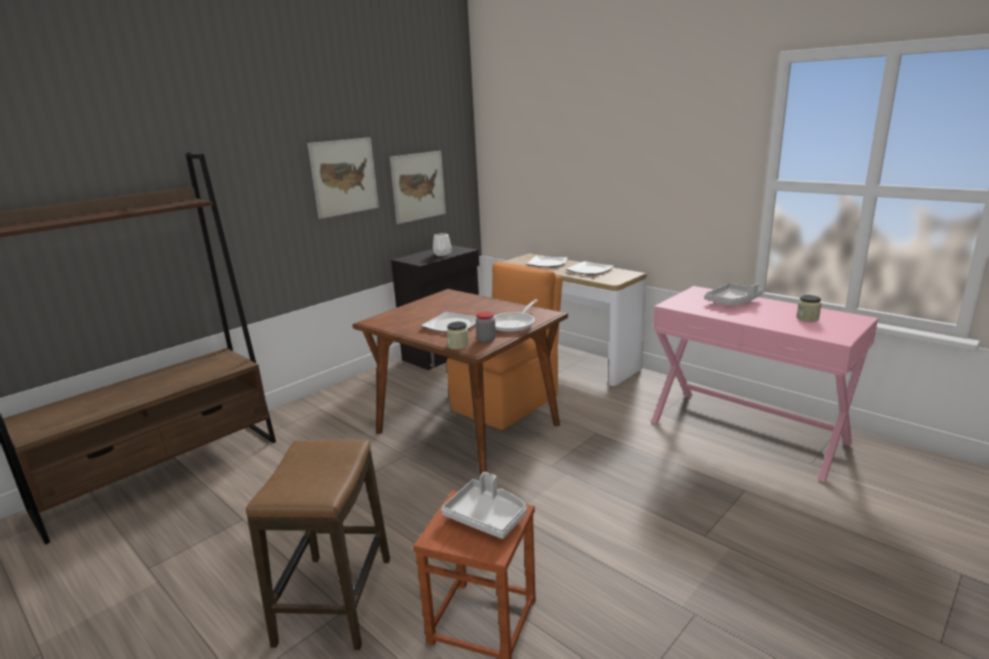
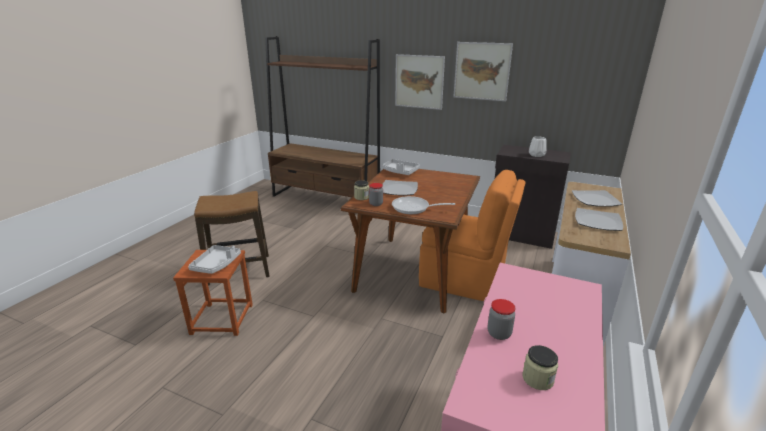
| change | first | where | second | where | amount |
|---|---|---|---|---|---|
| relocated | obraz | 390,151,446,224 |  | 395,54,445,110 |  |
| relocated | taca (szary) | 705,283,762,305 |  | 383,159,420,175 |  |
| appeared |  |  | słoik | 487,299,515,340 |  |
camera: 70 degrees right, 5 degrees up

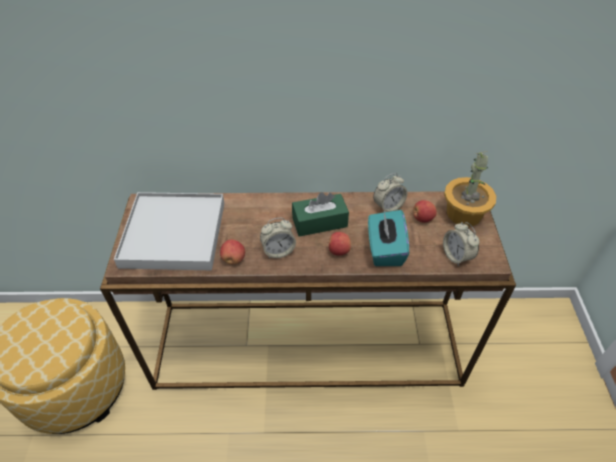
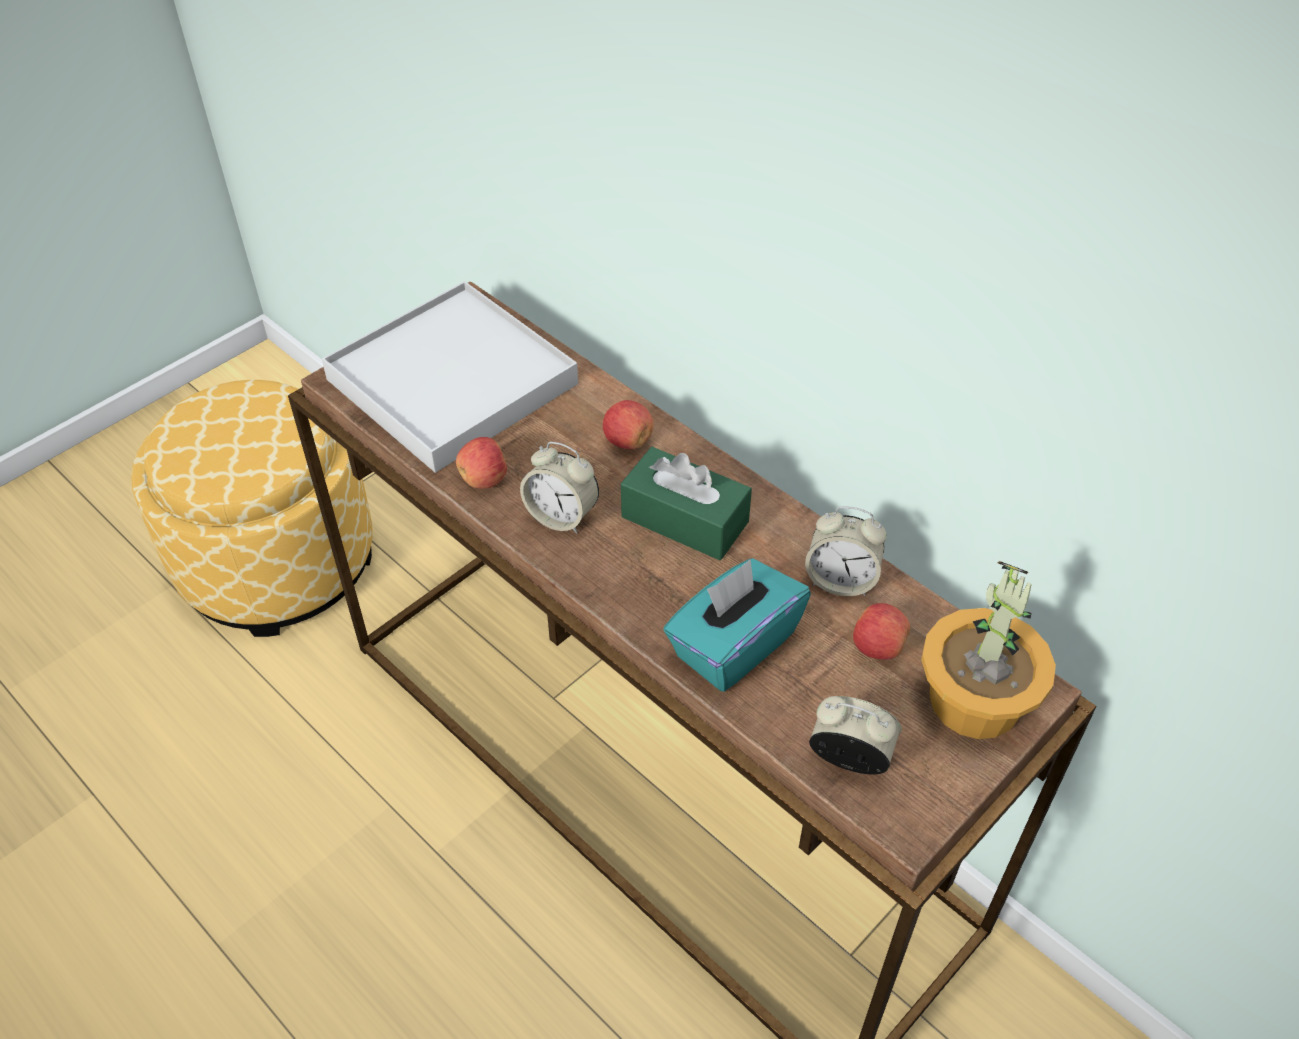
| change | first | where | second | where | amount |
|---|---|---|---|---|---|
| relocated | jabłko | 328,232,351,256 |  | 603,400,653,449 |  |
| spun | budzik | 443,222,479,267 |  | 809,696,901,774 | 90 degrees clockwise |
camera: 45 degrees right, 0 degrees up

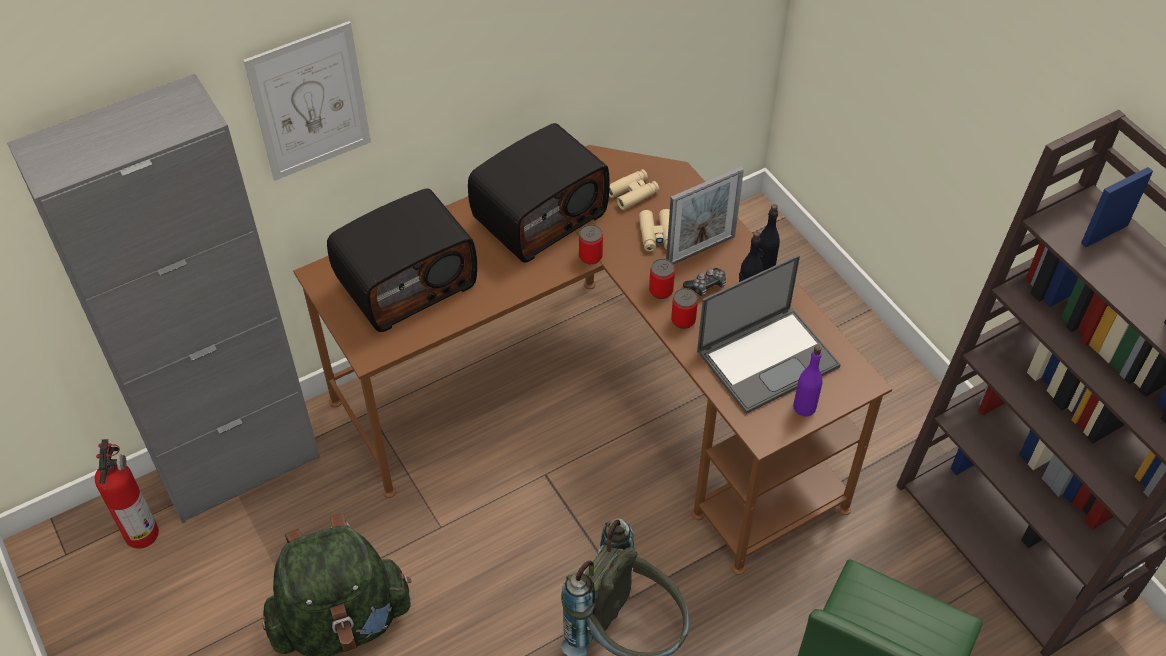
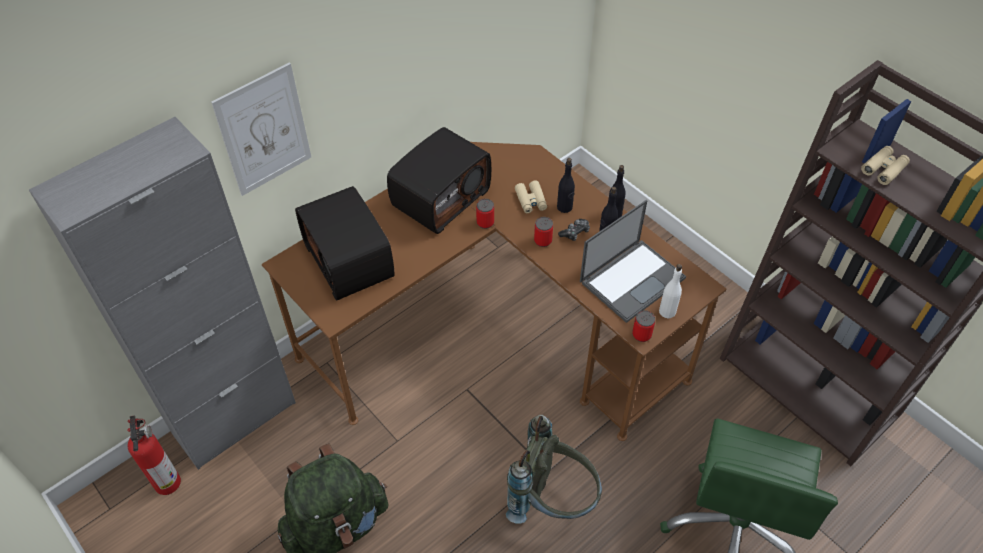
| change | first | where | second | where | amount |
|---|---|---|---|---|---|
| spun | radio | 327,189,477,332 |  | 295,186,395,300 | 105 degrees clockwise |
| relocated | lornetka (beżowy) | 609,169,659,210 |  | 861,146,910,185 |  |
| exchanged | ramka na zdjęcie | 666,167,744,264 | butelka (czarny) | 557,158,575,213 |  |
| relocated | puszka | 671,288,698,329 |  | 632,310,655,342 |  |
| colour | butelka (fioletowy) | 793,345,823,416 | butelka (biały) | 659,264,682,318 |  |
camera: 10 degrees left, 0 degrees up

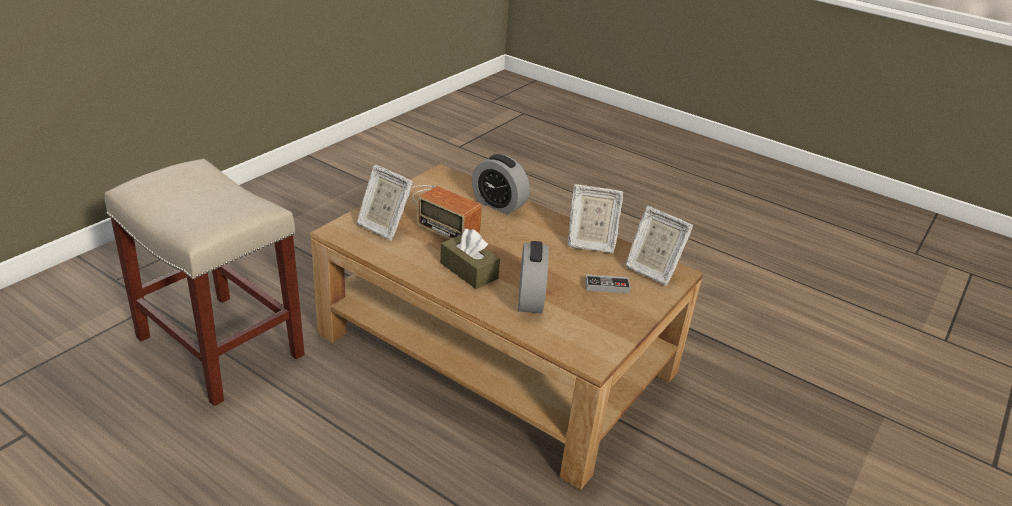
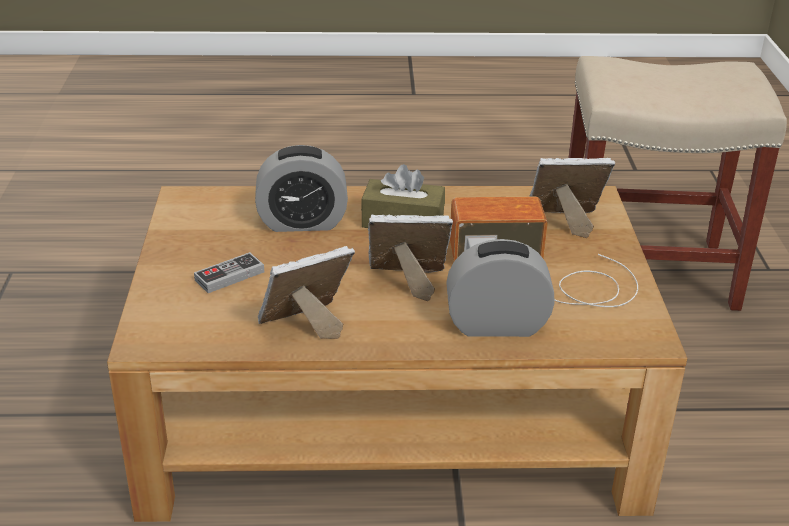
| change | first | where | second | where | amount |
|---|---|---|---|---|---|
| spun | budzik | 518,241,549,313 |  | 255,145,348,232 | 60 degrees counterclockwise |
| relocated | ramka na zdjęcie | 625,206,693,286 |  | 368,214,453,301 |  |
camera: 145 degrees right, 0 degrees up

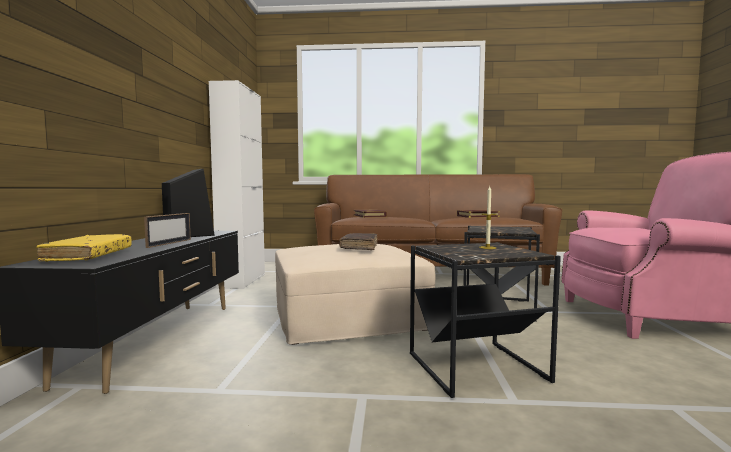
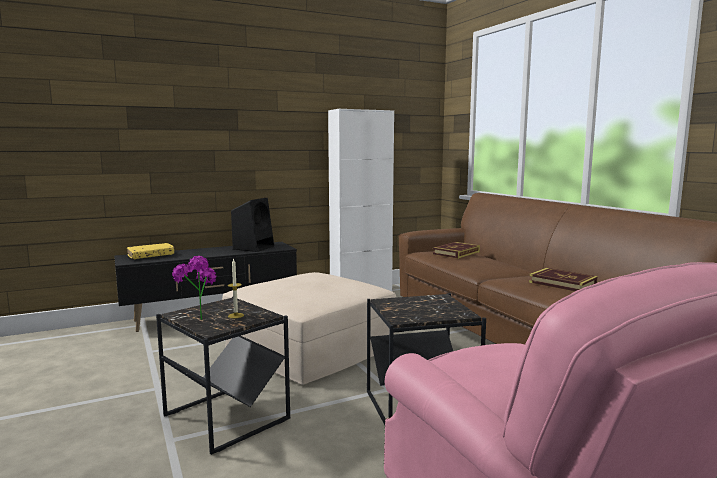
| change | first | where | second | where | amount |
|---|---|---|---|---|---|
| missing | ramka na zdjęcie | 144,213,191,248 |  |  |  |
| missing | książka (brązowy) | 339,233,378,250 |  |  |  |
| appeared |  |  | roślina doniczkowa | 172,256,217,320 |  |
camera: 60 degrees right, 5 degrees up

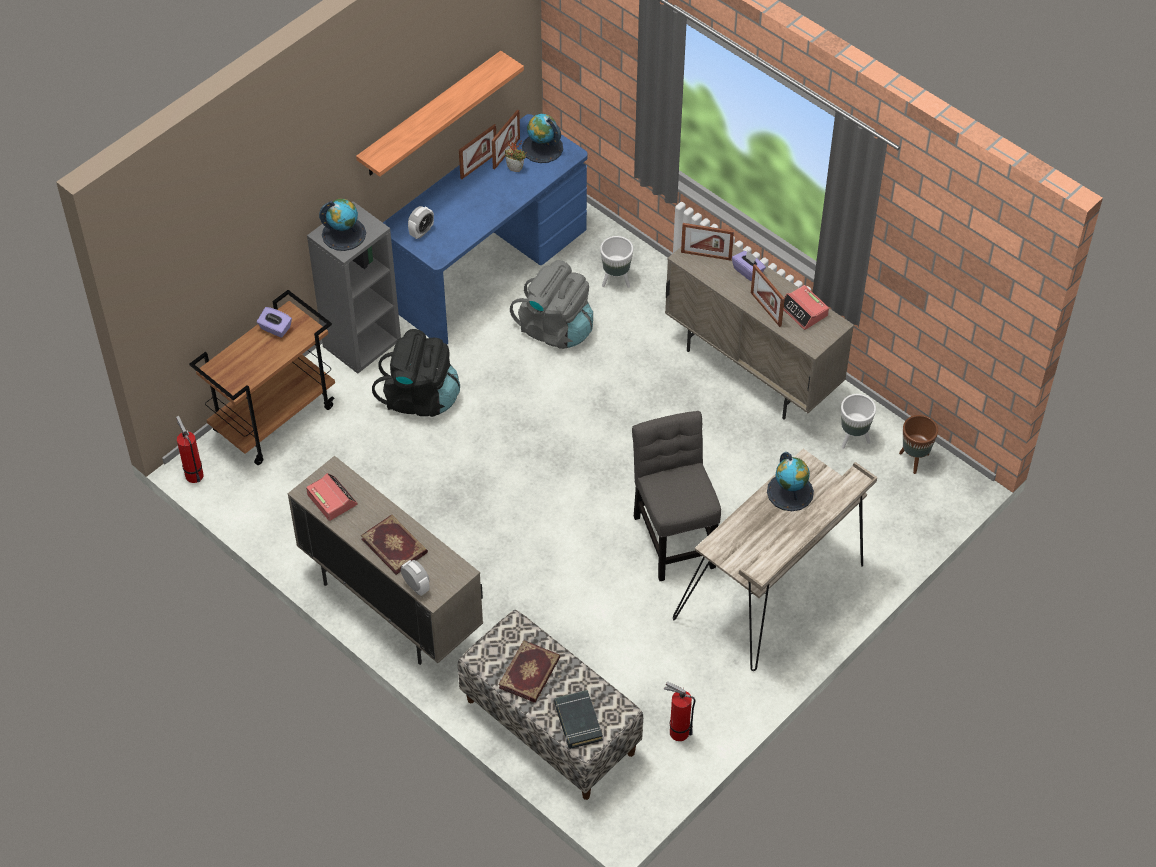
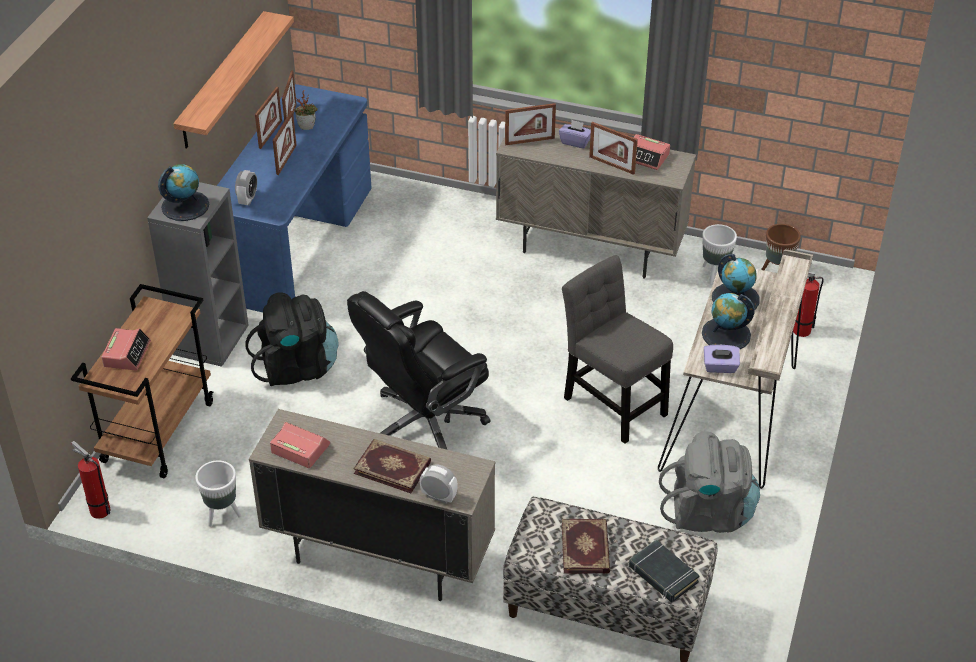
| change | first | where | second | where | amount |
|---|---|---|---|---|---|
| relocated | pudełko chusteczek (fioletowy) | 257,307,292,338 |  | 704,345,740,373 |  |
| relocated | plecak (szary) | 510,260,593,349 |  | 659,431,760,533 |  |
| relocated | globus | 522,114,563,163 |  | 702,293,755,350 |  |
| relocated | donica (biały) | 600,236,633,288 |  | 195,460,241,527 |  |
| relocated | gaśnica | 664,681,695,741 |  | 793,271,824,337 |  |
| appeared |  |  | budzik | 101,328,151,371 |  |
| appeared |  |  | ramka na zdjęcie | 273,111,296,175 |  |
| appeared |  |  | krzesło biurowe (czarny) | 347,291,491,449 |  |
camera: 25 degrees left, 10 degrees down

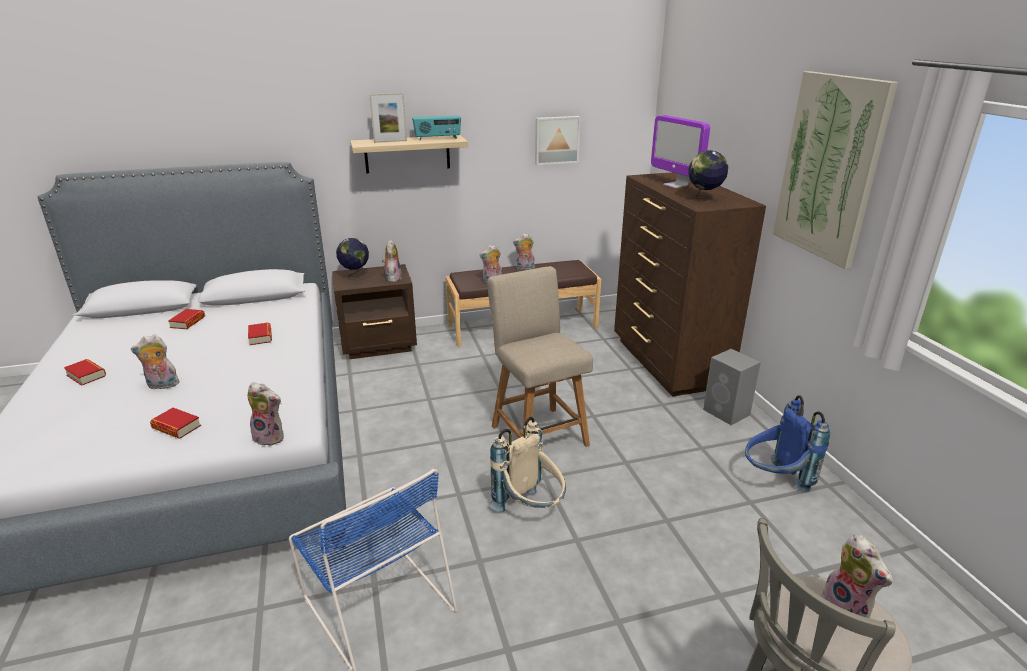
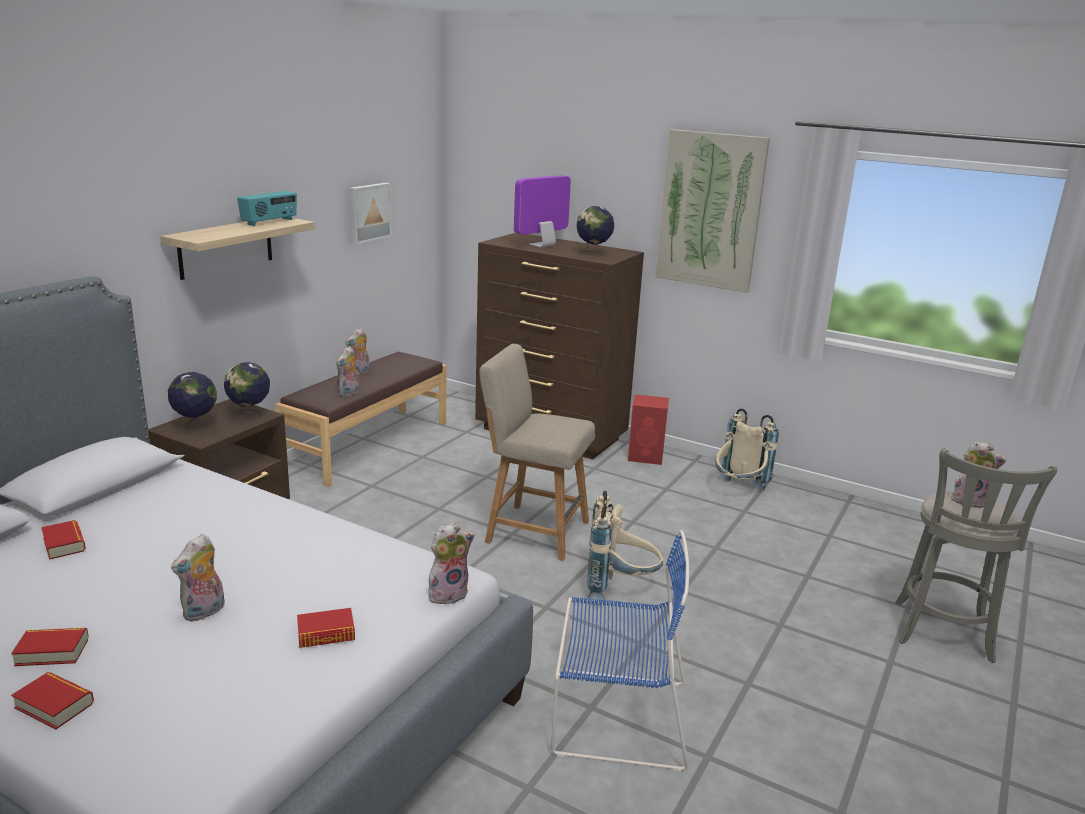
| change | first | where | second | where | amount |
|---|---|---|---|---|---|
| relocated | książka | 248,322,272,345 |  | 11,672,94,729 |  |
| missing | ramka na zdjęcie | 369,93,407,143 |  |  |  |
| exchanged | pluszak | 382,239,402,282 | globus | 224,362,270,419 |  |
| spun | monitor | 651,115,710,188 |  | 514,175,571,248 | 120 degrees clockwise |
| colour | głośnik (szary) | 703,349,761,425 | głośnik (czerwony) | 628,394,669,465 |  |
| colour | plecak (niebieski) | 745,395,830,493 | plecak (beżowy) | 715,409,779,491 |  |
camera: 45 degrees left, 5 degrees down

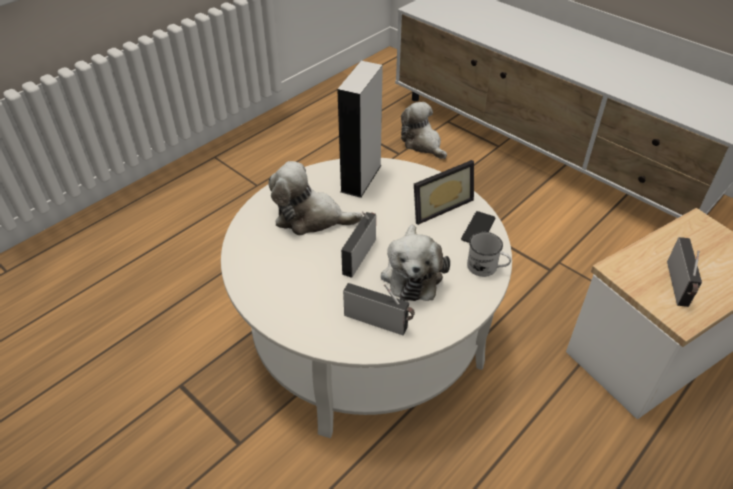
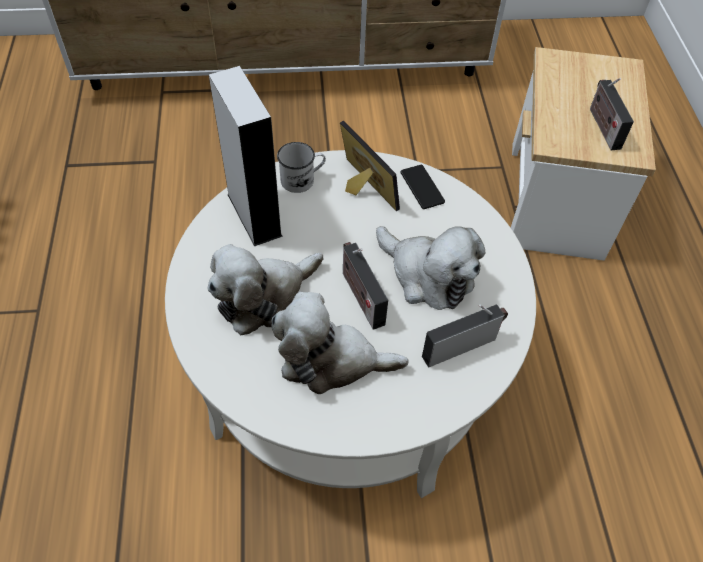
| change | first | where | second | where | amount |
|---|---|---|---|---|---|
| relocated | pluszak | 401,102,447,159 |  | 271,292,408,394 |  |
| spun | ramka na zdjęcie | 414,160,474,225 |  | 340,121,400,211 | 45 degrees counterclockwise |
| relocated | kubek (biały) | 467,232,511,277 |  | 277,142,326,193 |  |
| spun | radio | 667,237,702,307 |  | 590,78,634,150 | 150 degrees counterclockwise |
camera: 50 degrees left, 10 degrees up

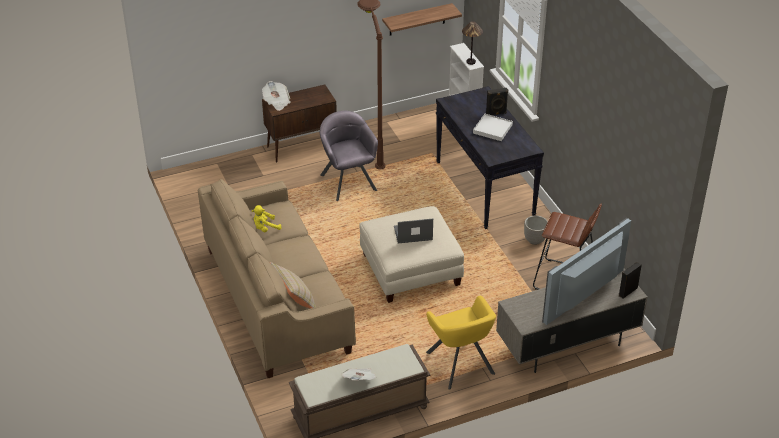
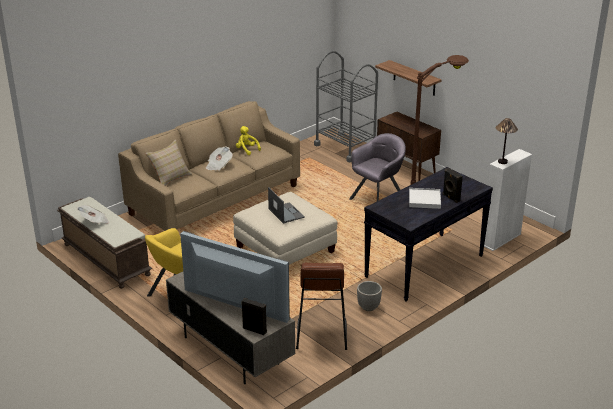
| change | first | where | second | where | amount |
|---|---|---|---|---|---|
| relocated | gazeta | 262,81,291,111 |  | 206,147,233,171 |  |
| relocated | półka | 382,3,462,36 |  | 375,60,442,96 |  |
| appeared |  |  | wózek (szary) | 314,51,378,162 |  |
camera: 70 degrees right, 10 degrees down

